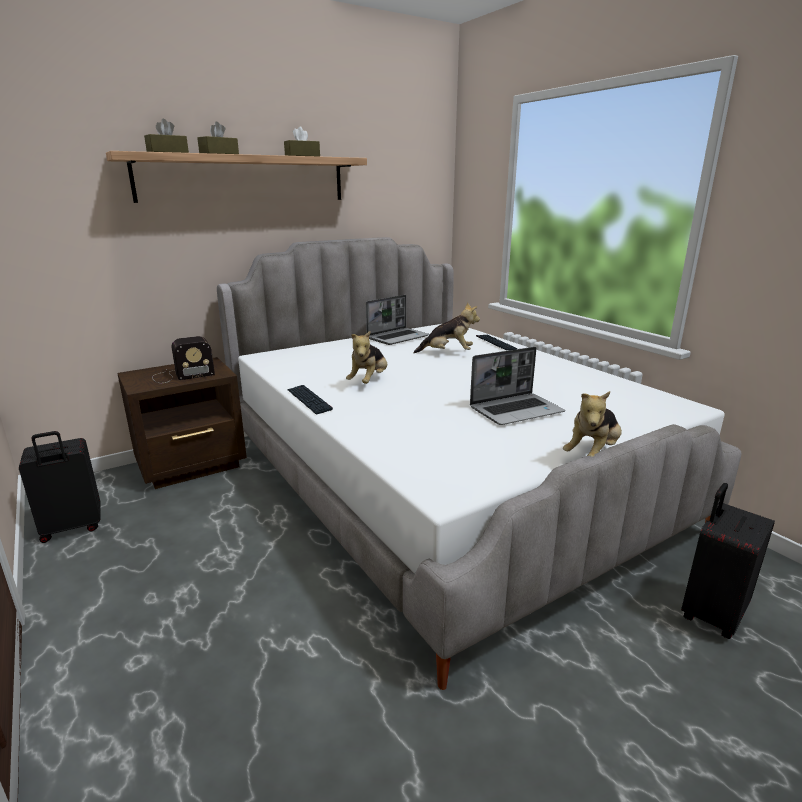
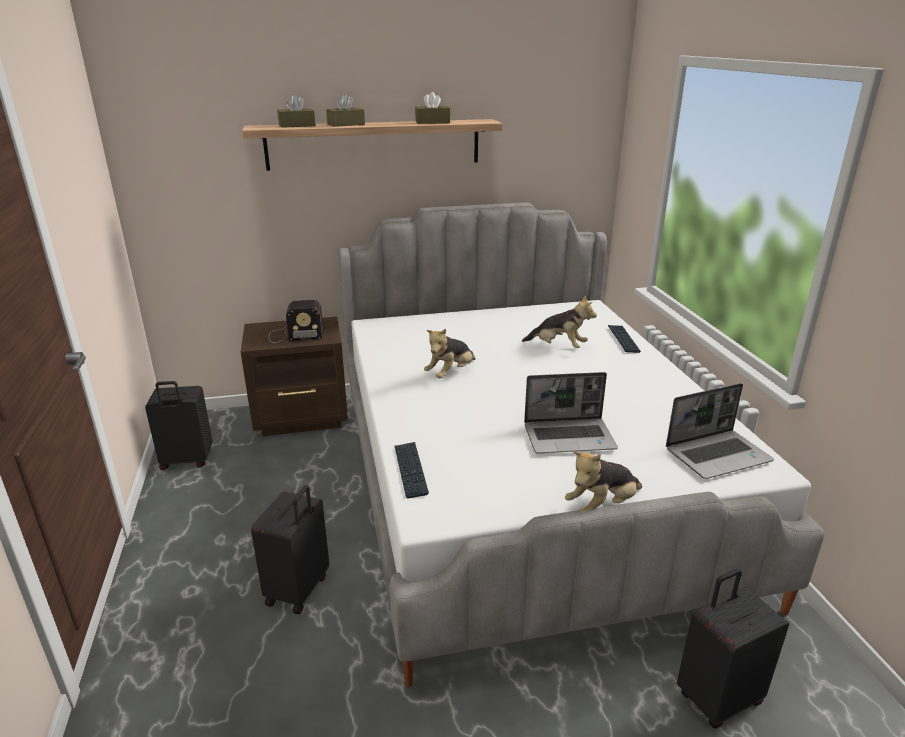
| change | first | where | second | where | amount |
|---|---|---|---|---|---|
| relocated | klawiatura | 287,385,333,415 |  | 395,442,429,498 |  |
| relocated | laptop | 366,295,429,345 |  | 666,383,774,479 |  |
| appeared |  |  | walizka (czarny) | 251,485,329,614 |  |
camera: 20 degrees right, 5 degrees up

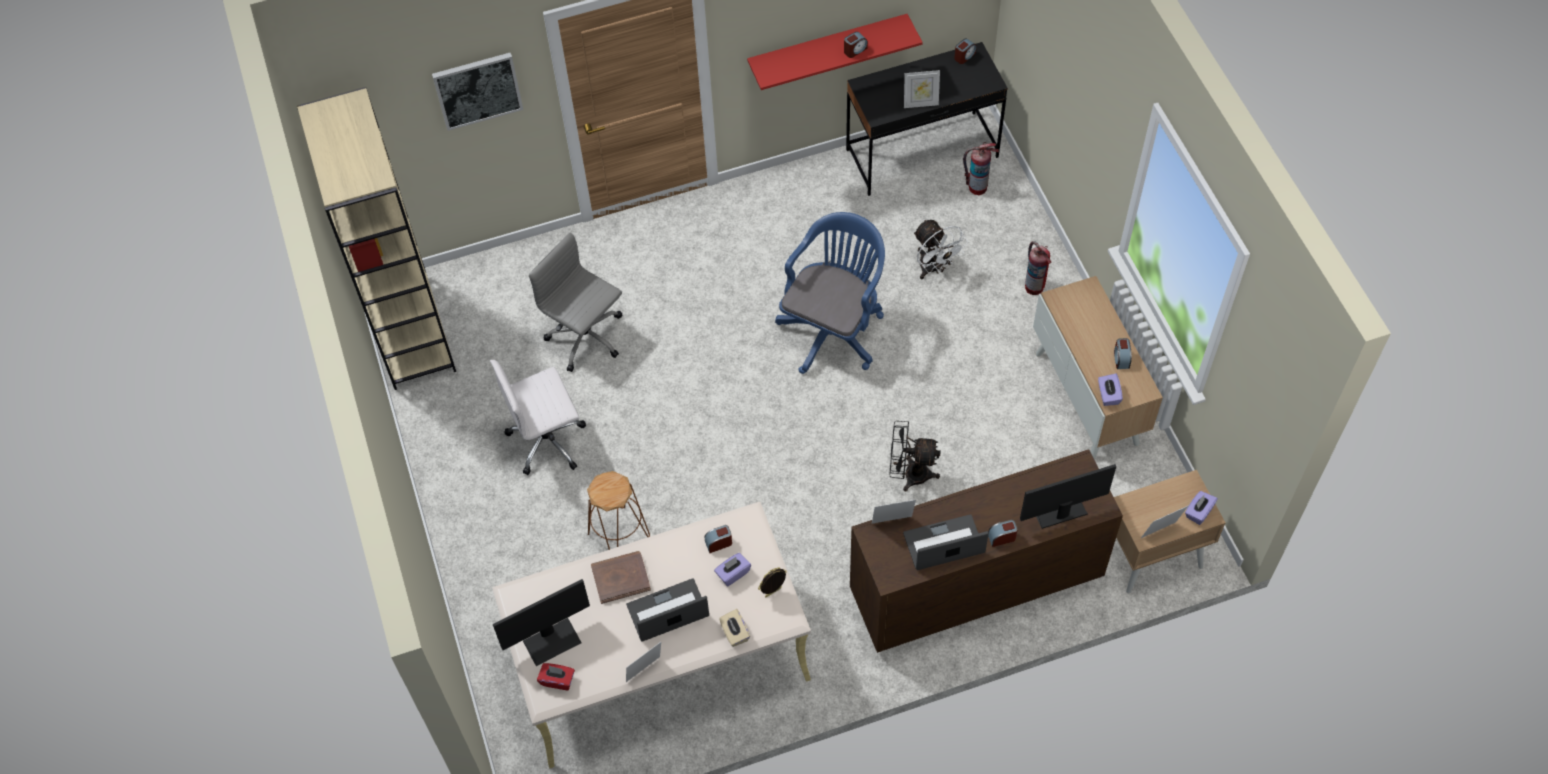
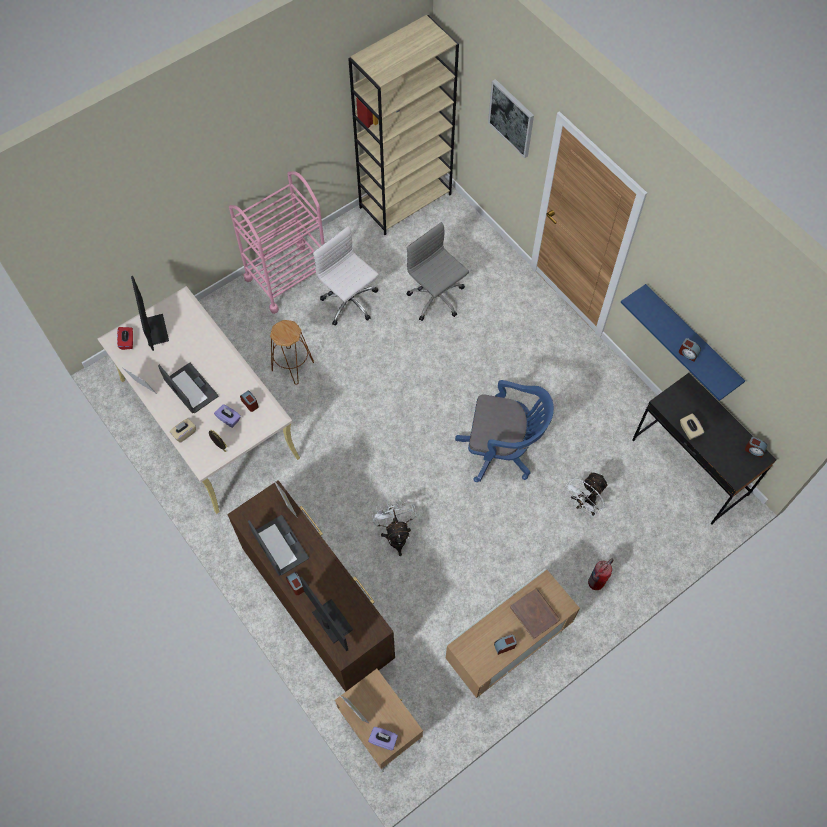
| change | first | where | second | where | amount |
|---|---|---|---|---|---|
| spun | monitor | 493,579,590,666 |  | 131,276,169,351 | 150 degrees counterclockwise |
| spun | krzesło biurowe (szary) | 529,232,623,372 |  | 407,222,469,321 | 60 degrees counterclockwise |
| relocated | książka (brązowy) | 591,551,651,604 |  | 510,589,560,639 |  |
| colour | półka (czerwony) | 747,14,923,90 | półka (niebieski) | 621,284,745,401 |  |
| colour | wentylator (czarny) | 890,421,941,491 | wentylator (biały) | 372,500,417,556 |  |
| exchanged | ramka na zdjęcie | 904,70,940,108 | pudełko chusteczek (beżowy) | 680,413,704,440 |  |
| missing | gaśnica | 963,142,999,195 |  |  |  |
| missing | pudełko chusteczek (fioletowy) | 1098,373,1123,406 |  |  |  |
| appeared |  |  | wózek (różowy) | 229,171,324,314 |  |
camera: 70 degrees right, 5 degrees up

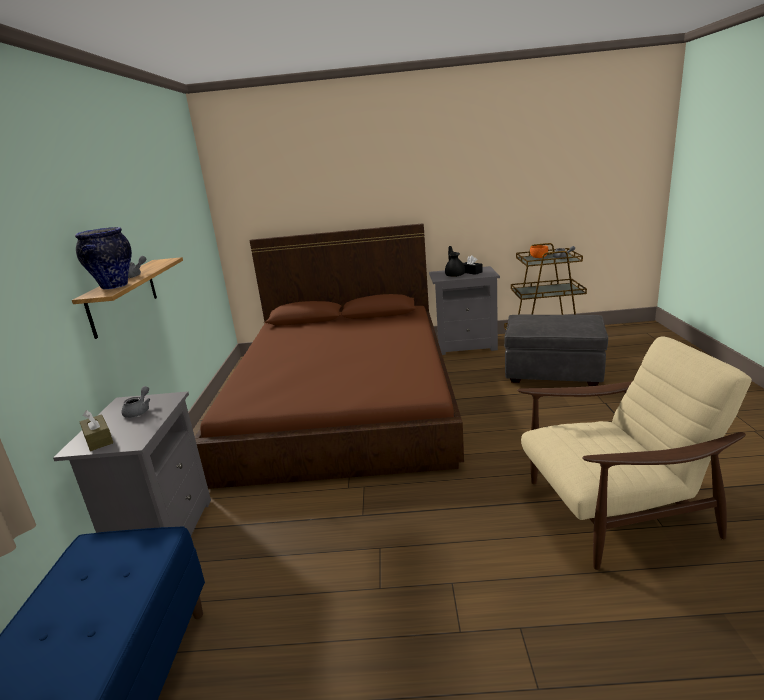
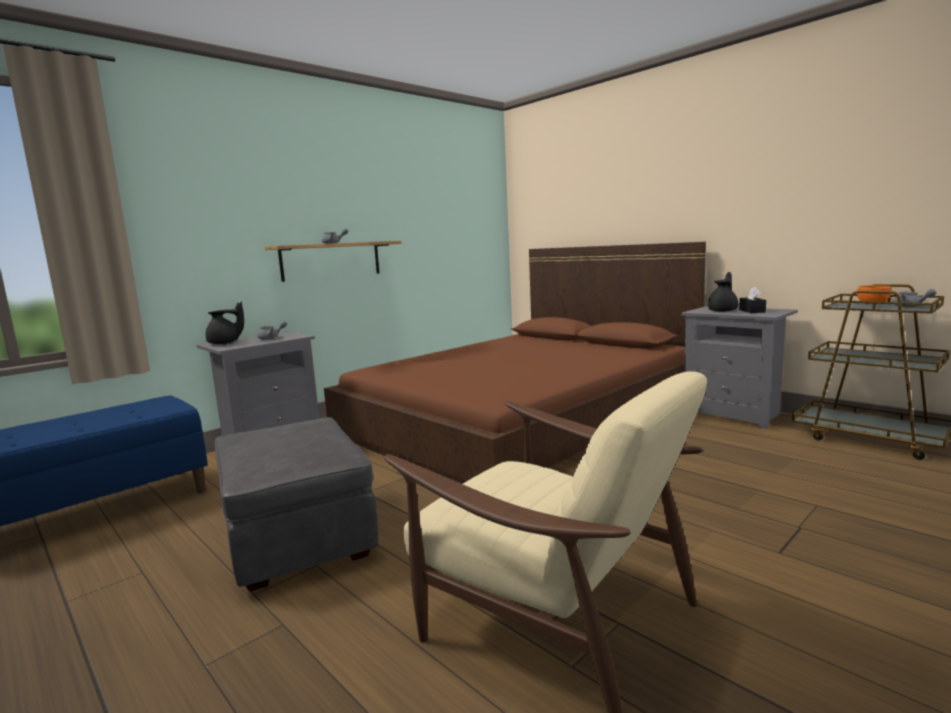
| change | first | where | second | where | amount |
|---|---|---|---|---|---|
| missing | wazon | 75,227,132,289 |  |  |  |
| exchanged | pudełko chusteczek (brązowy) | 80,410,113,451 | imbryk (czarny) | 206,302,244,344 |  |
| relocated | pufa (szary) | 504,315,608,386 |  | 215,417,378,591 |  |
camera: 45 degrees right, 10 degrees down

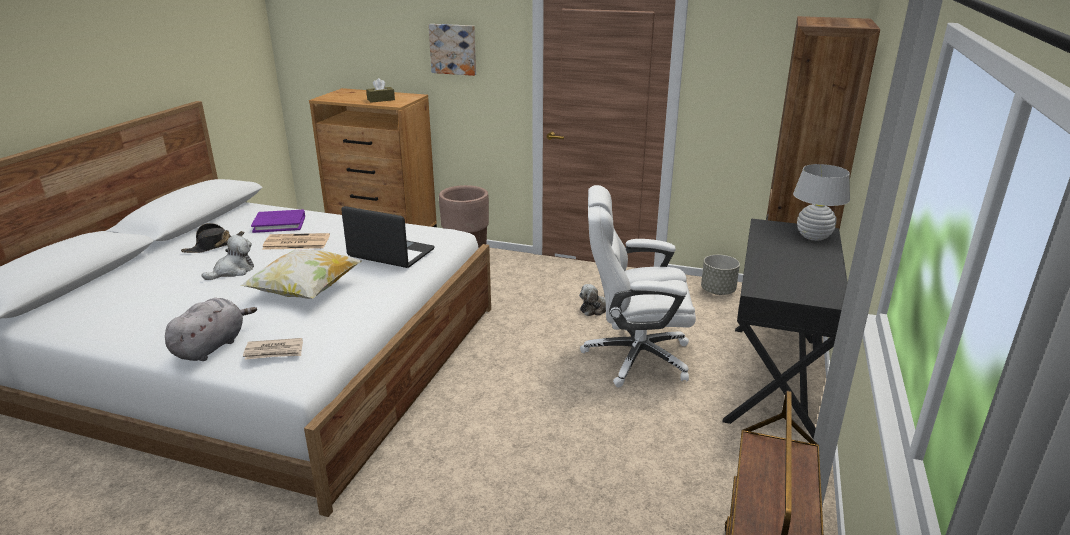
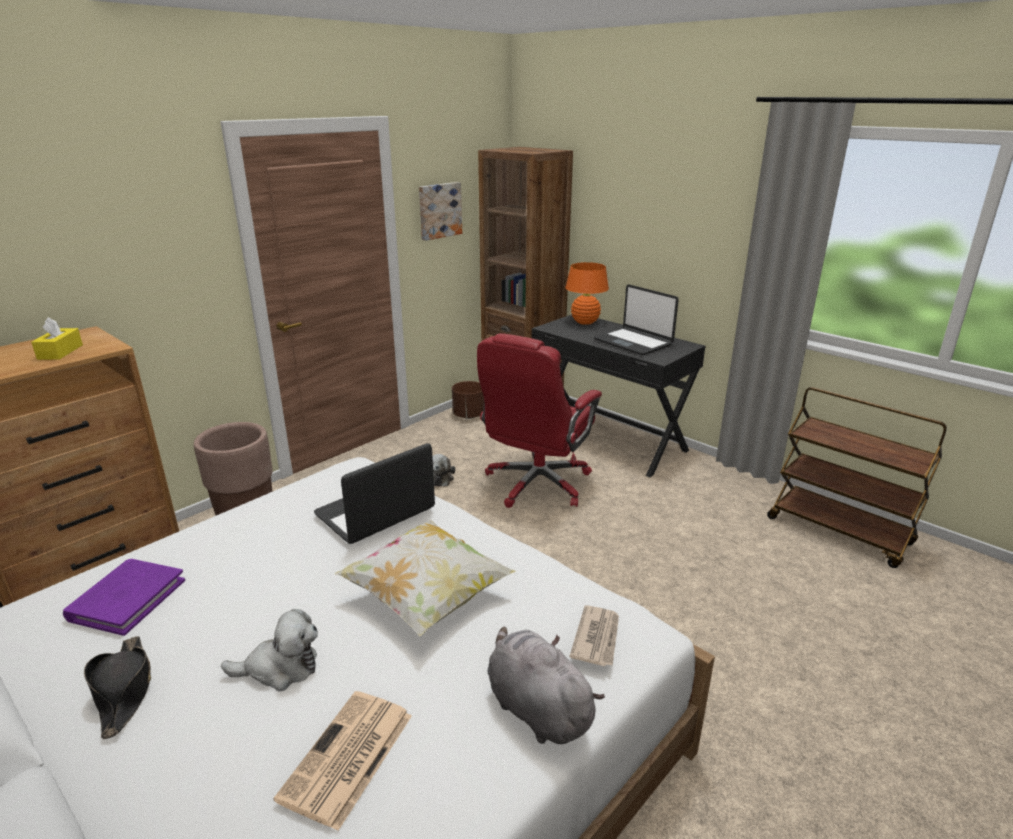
| change | first | where | second | where | amount |
|---|---|---|---|---|---|
| spun | pluszak | 202,235,254,280 |  | 221,609,318,691 | 105 degrees clockwise |
| relocated | gazeta | 262,233,330,250 |  | 273,691,412,831 |  |
| colour | pudełko chusteczek (brązowy) | 366,78,395,103 | pudełko chusteczek (żółty) | 31,317,83,360 |  |
| relocated | obraz | 428,24,476,76 |  | 419,182,462,241 |  |
| colour | krzesło biurowe (biały) | 580,185,696,388 | krzesło biurowe (czerwony) | 477,333,602,508 |  |
| colour | donica (szary) | 701,255,740,295 | donica (brązowy) | 452,381,485,419 |  |
| colour | lampa stołowa (biały) | 793,164,850,241 | lampa stołowa (pomarańczowy) | 565,262,609,325 |  |
| appeared |  |  | laptop | 594,284,679,355 |  |
camera: 65 degrees left, 0 degrees up

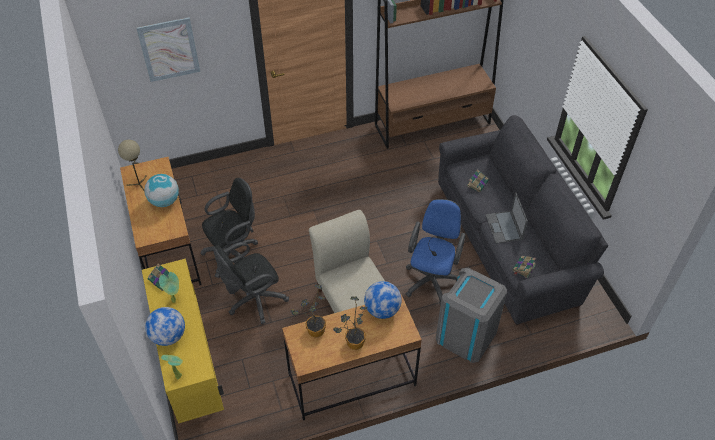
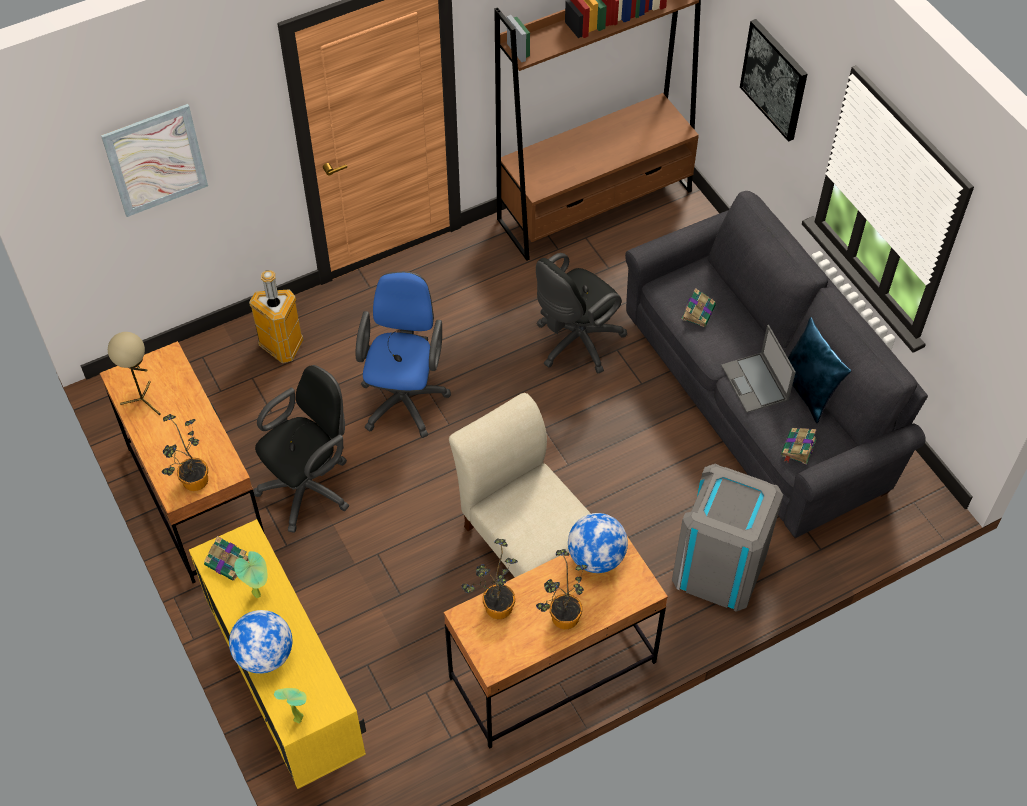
| change | first | where | second | where | amount |
|---|---|---|---|---|---|
| missing | globus | 144,174,179,207 |  |  |  |
| relocated | krzesło biurowe (czarny) | 213,242,289,324 |  | 536,253,627,373 |  |
| relocated | krzesło biurowe (niebieski) | 406,199,466,305 |  | 356,271,451,438 |  |
| appeared |  |  | roślina doniczkowa | 162,414,208,491 |  |
| appeared |  |  | kosz na śmieci | 249,270,304,363 |  |
| appeared |  |  | obraz | 740,19,807,142 |  |
| appeared |  |  | poduszka (niebieski) | 788,317,851,424 |  |
camera: 10 degrees left, 5 degrees up

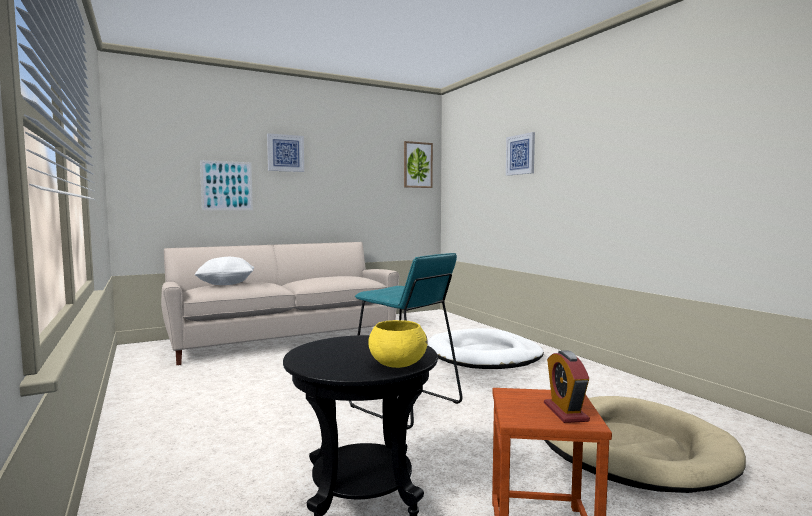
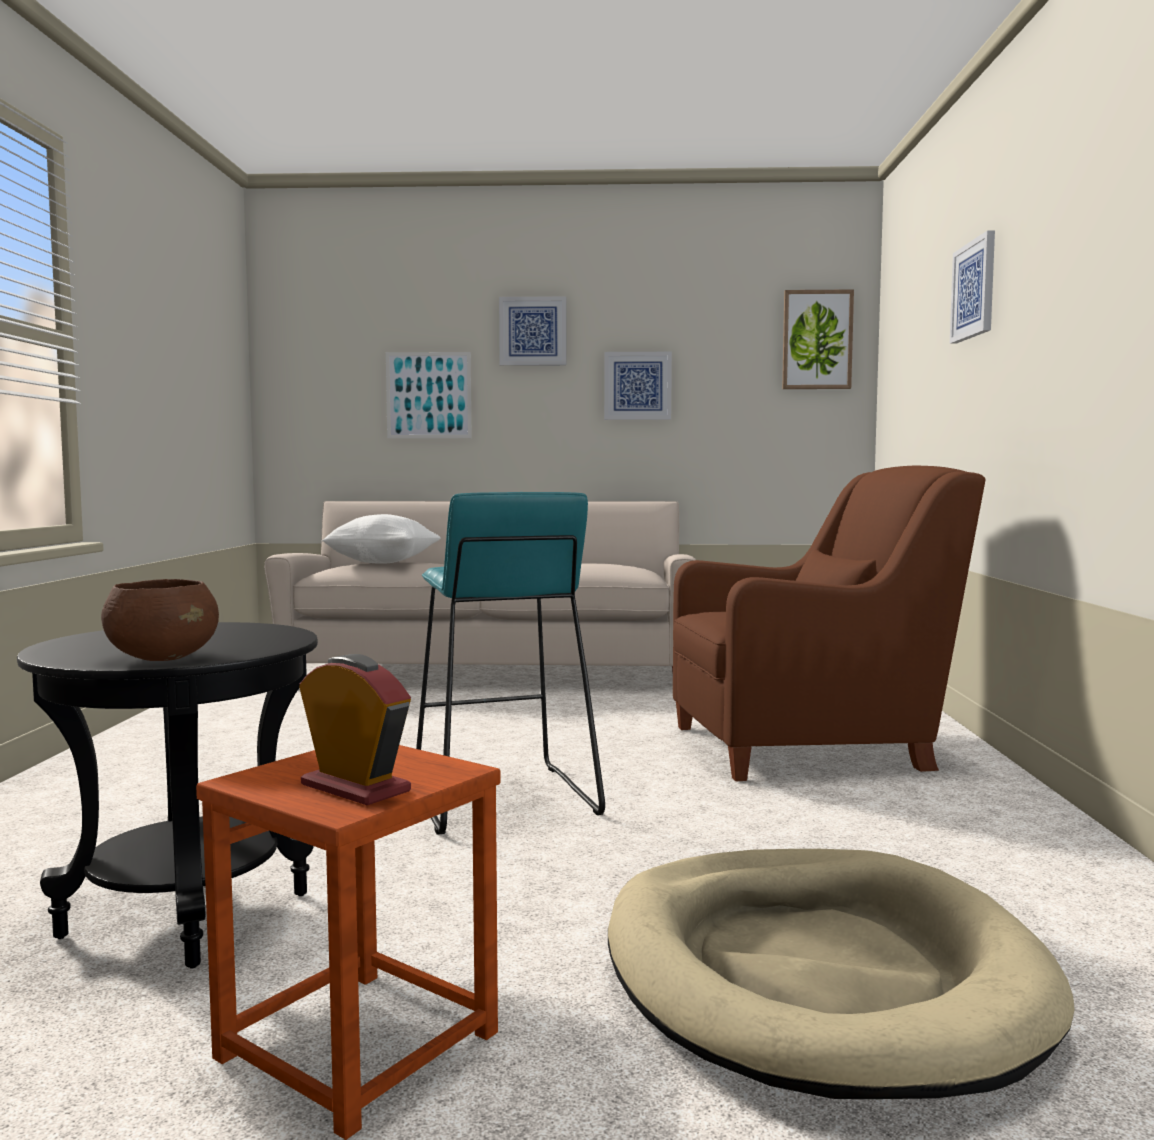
| change | first | where | second | where | amount |
|---|---|---|---|---|---|
| colour | miska (żółty) | 368,320,428,368 | miska (brązowy) | 101,579,219,661 |  |
| exchanged | legowisko (biały) | 428,328,544,369 | fotel (brązowy) | 673,466,985,781 |  |
| spun | budzik | 544,350,590,423 |  | 299,654,411,805 | 105 degrees clockwise |
| appeared |  |  | obraz | 604,352,672,420 |  |
camera: 30 degrees right, 0 degrees up

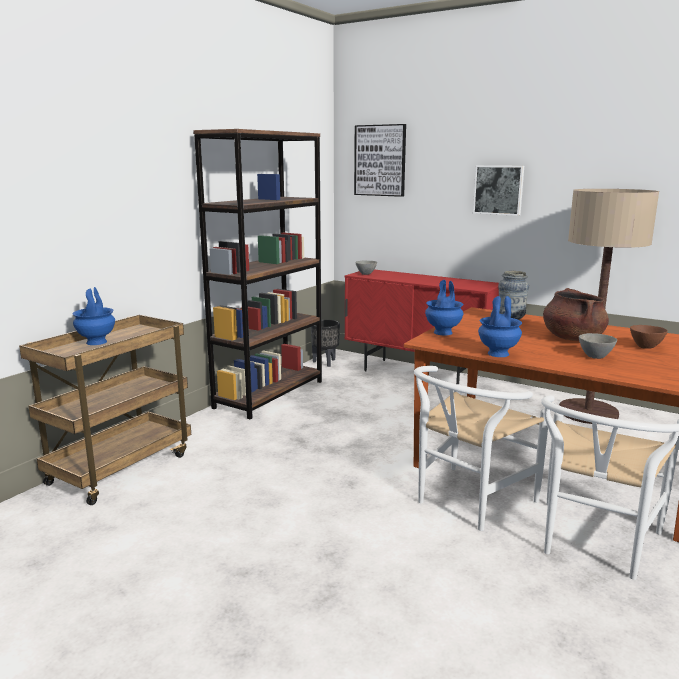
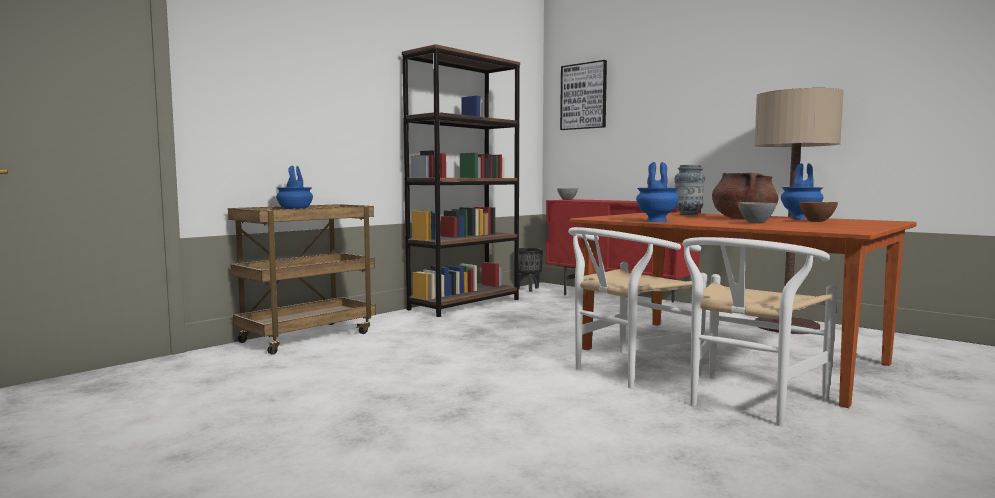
| change | first | where | second | where | amount |
|---|---|---|---|---|---|
| relocated | wazon (niebieski) | 425,280,463,335 |  | 781,163,823,219 |  |
| missing | obraz | 473,165,524,216 |  |  |  |
camera: 10 degrees right, 10 degrees down

